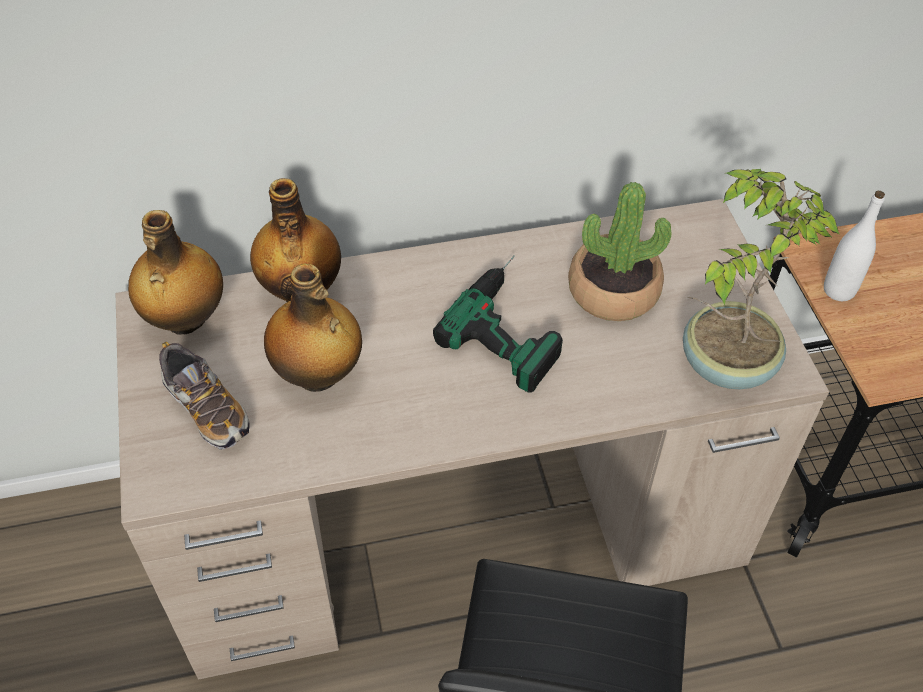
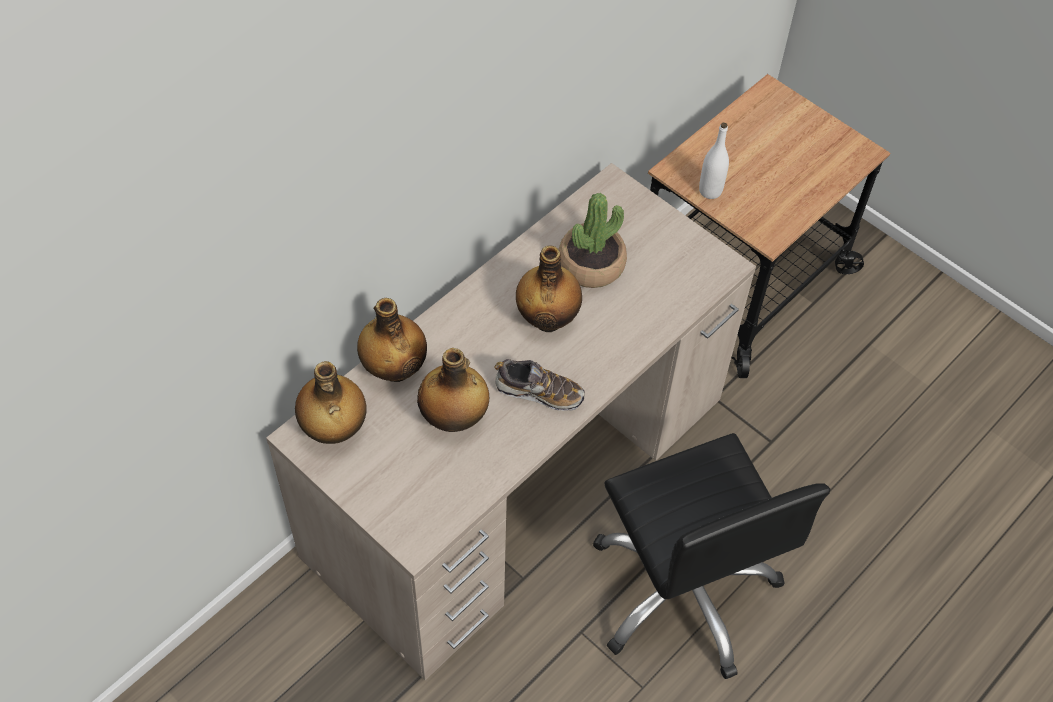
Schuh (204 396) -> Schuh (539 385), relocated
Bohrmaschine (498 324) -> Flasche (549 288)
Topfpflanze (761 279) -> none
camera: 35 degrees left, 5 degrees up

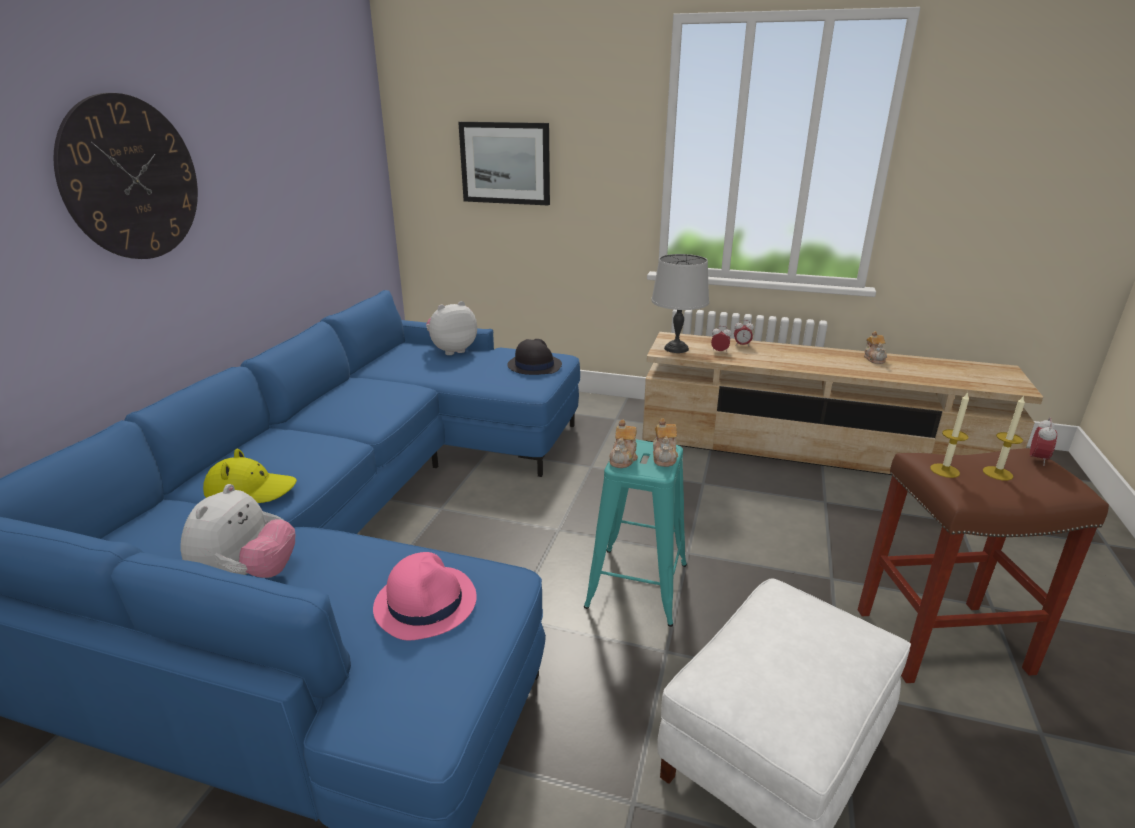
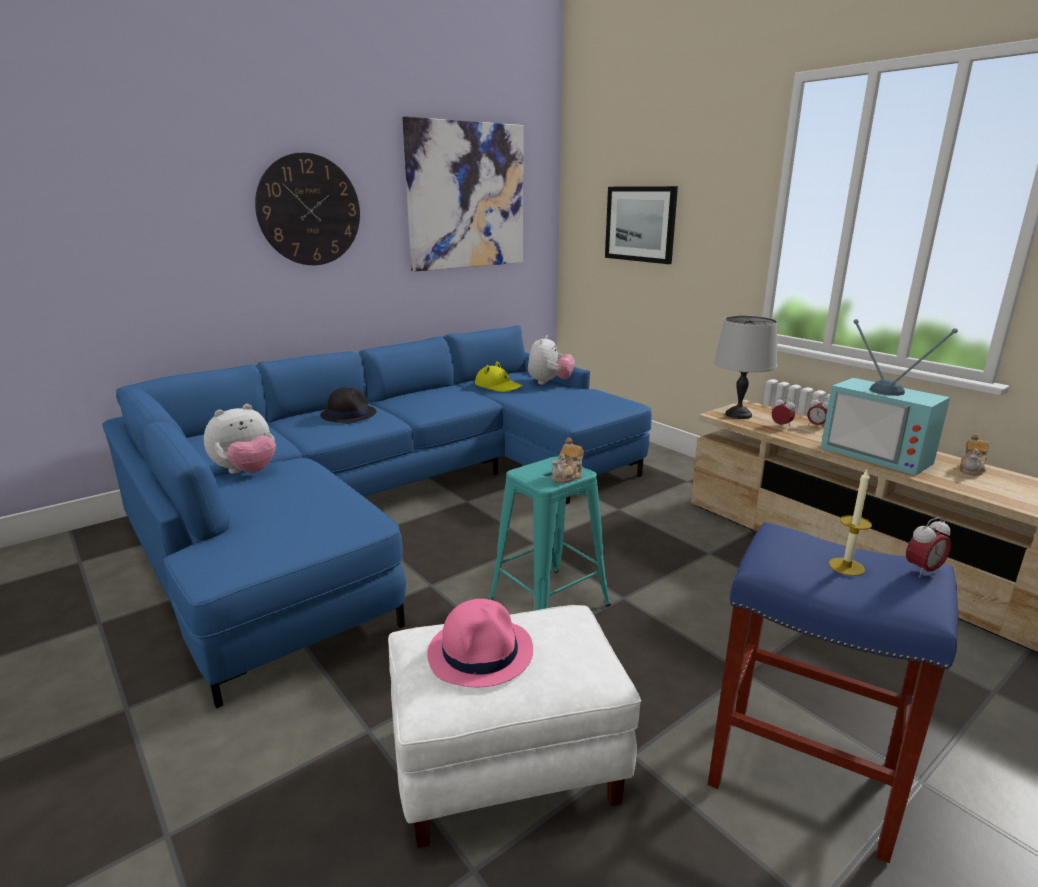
Hut (schwarz) (534 357) -> Hut (schwarz) (348 405), relocated
none -> Bild (462 194)
Hut (rosa) (425 596) -> Hut (rosa) (480 643), relocated
Hut (gelb) (250 476) -> Hut (gelb) (499 376), relocated
Plüschtier (451 328) -> Plüschtier (551 360), 105 degrees clockwise
Hocker (braun) (983 565) -> Hocker (blau) (833 692)
none -> Fernseher (889 397)
Teekanne (623 444) -> none
Kerze (949 435) -> none
camera: 35 degrees right, 5 degrees down

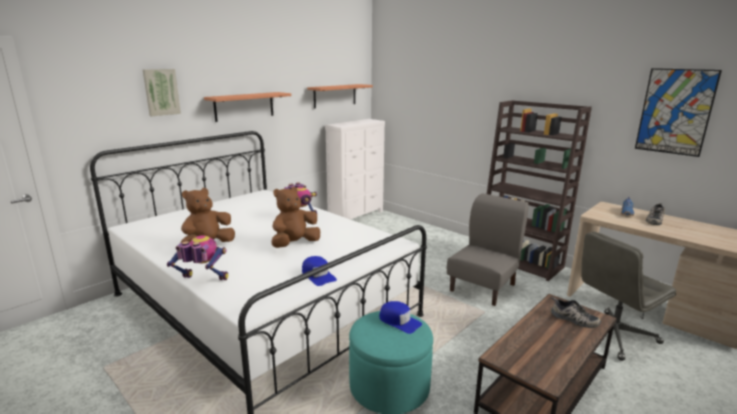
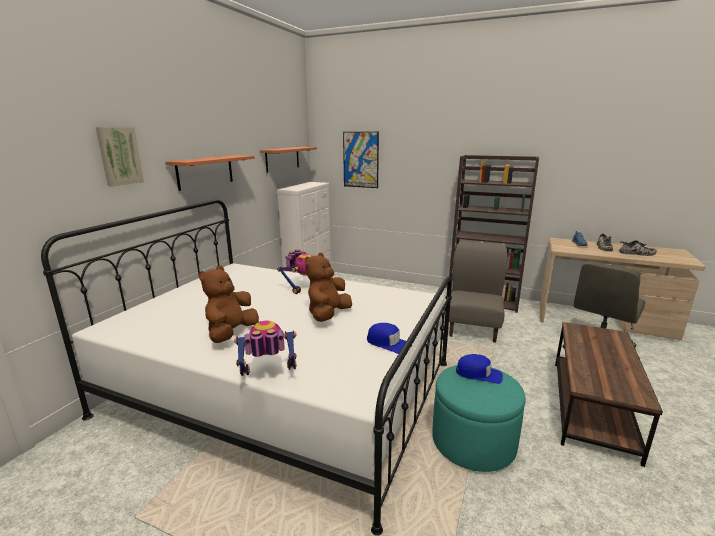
Bild (678 112) -> Bild (361 160), relocated
Schuh (576 312) -> Schuh (638 248), relocated
camera: 20 degrees left, 0 degrees up

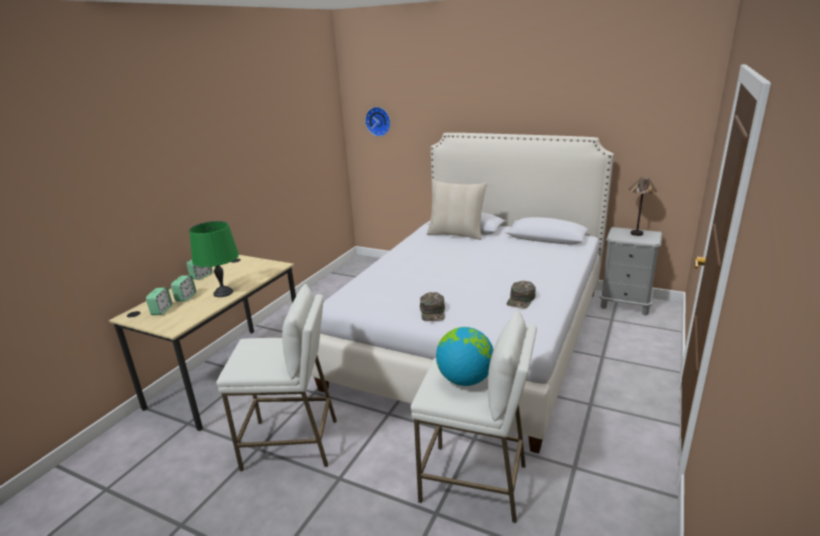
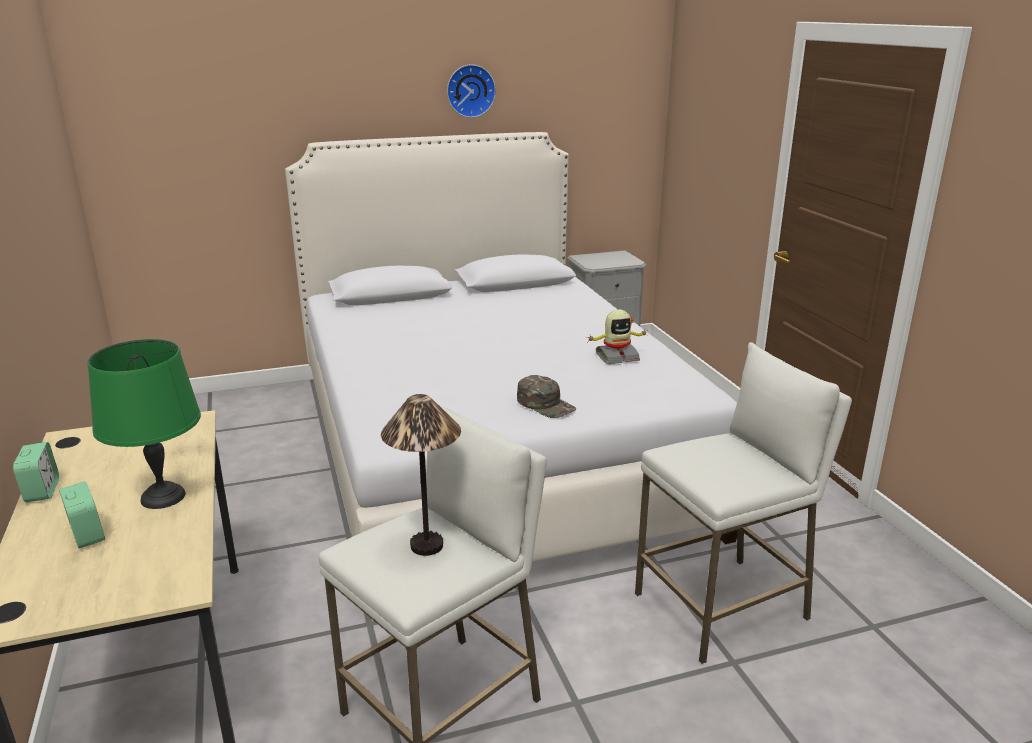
Tischlampe (643 206) -> Tischlampe (421 475), relocated
Wanduhr (378 121) -> Wanduhr (471 91), relocated
Kappe (grün) (521 295) -> Spielzeugroboter (617 336)
Wecker (159 301) -> none
Kissen (beige) (457 210) -> none
Globus (464 356) -> none
camera: 45 degrees left, 0 degrees up

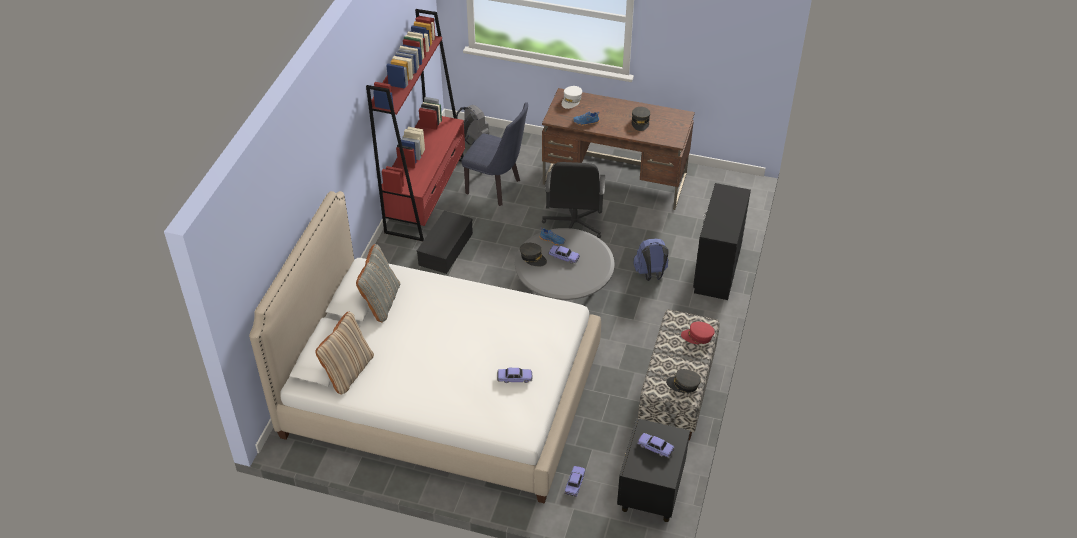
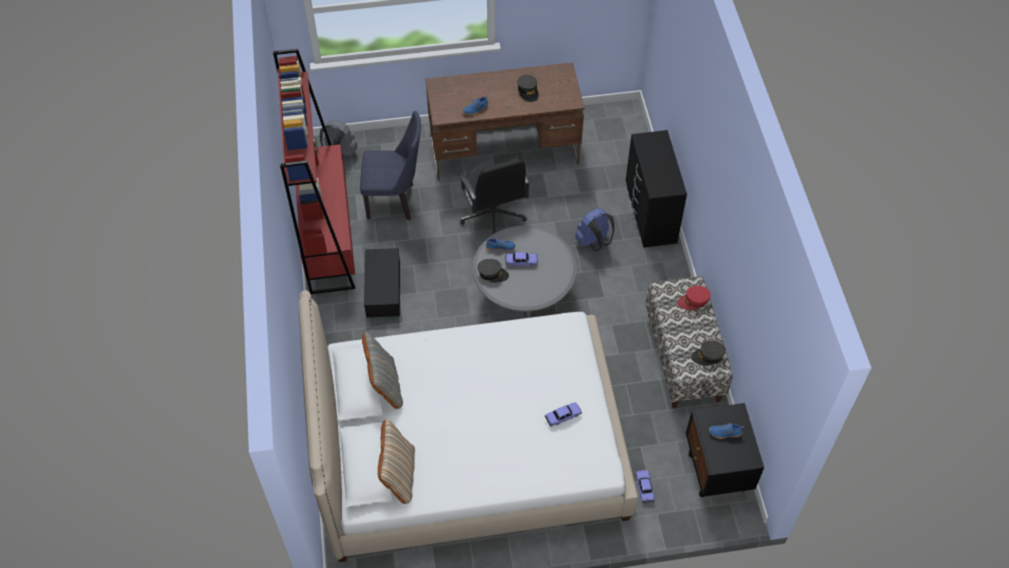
Spielzeugauto (656 445) -> Schuh (blau) (726 431)
Kappe (weiß) (572 97) -> none
camera: 25 degrees left, 10 degrees up

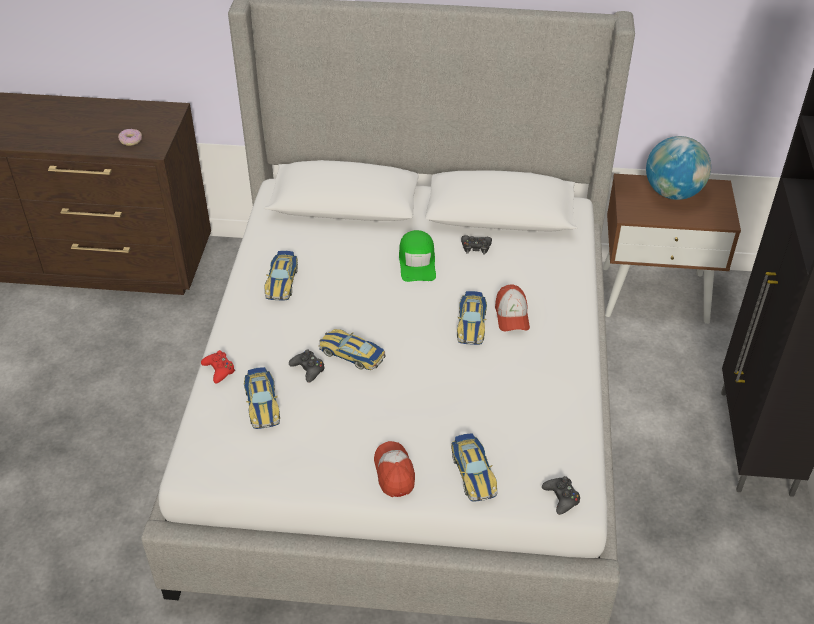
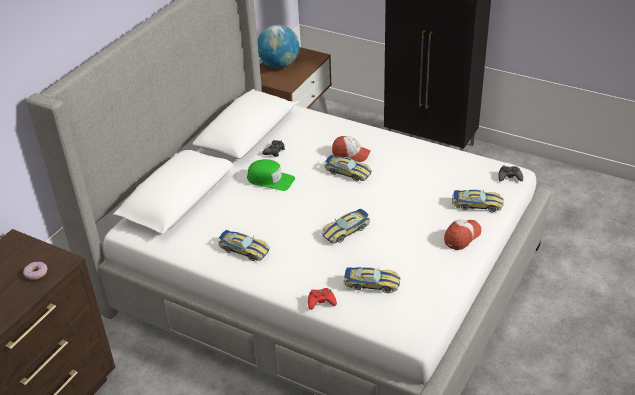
Kappe (394 469) -> Kappe (462 234), 120 degrees clockwise
Gamepad (schwarz) (306 366) -> none
camera: 65 degrees left, 5 degrees down

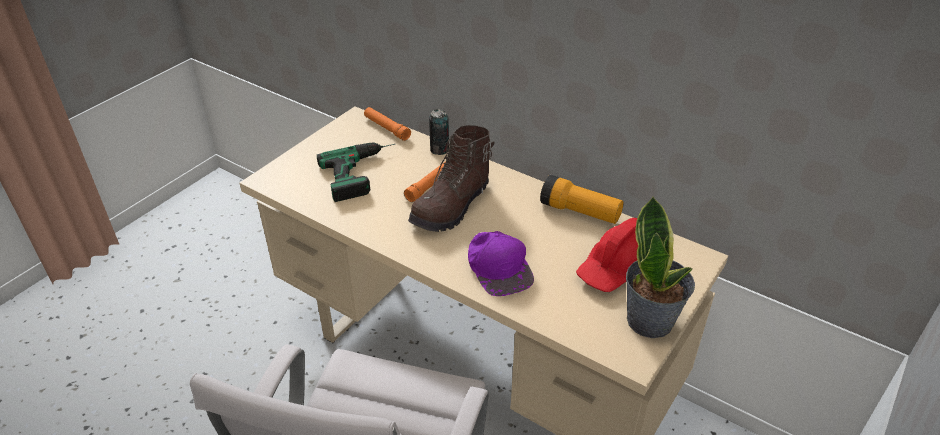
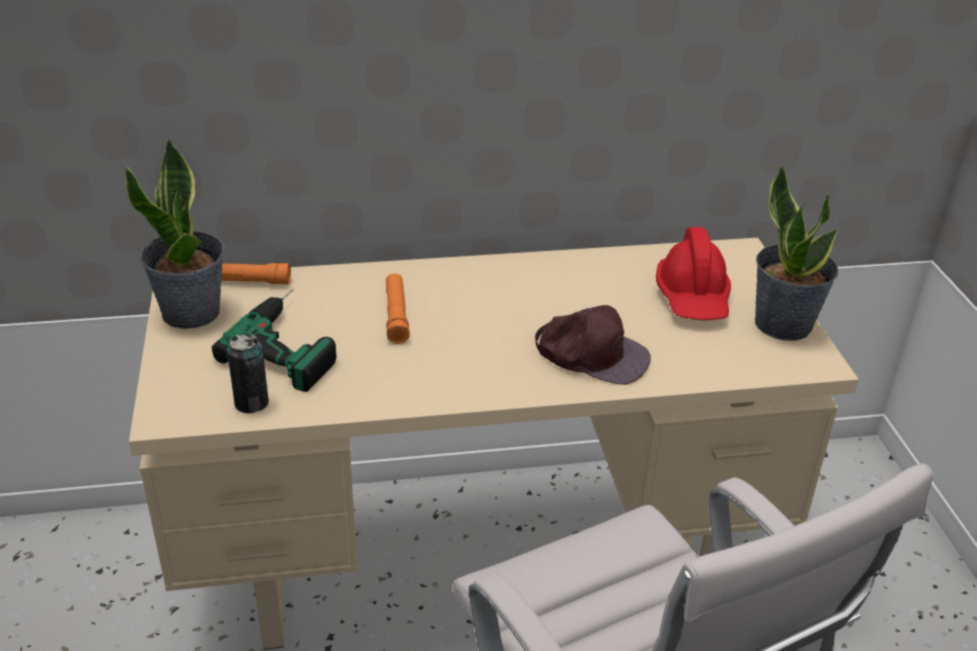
none -> Topfpflanze (174 233)
Dose (439 132) -> Dose (248 374), relocated
Kappe (lila) (501 263) -> Kappe (braun) (593 345)
Stiefel (braun) (451 178) -> none
Taschenlampe (582 199) -> none
camera: 45 degrees left, 5 degrees down

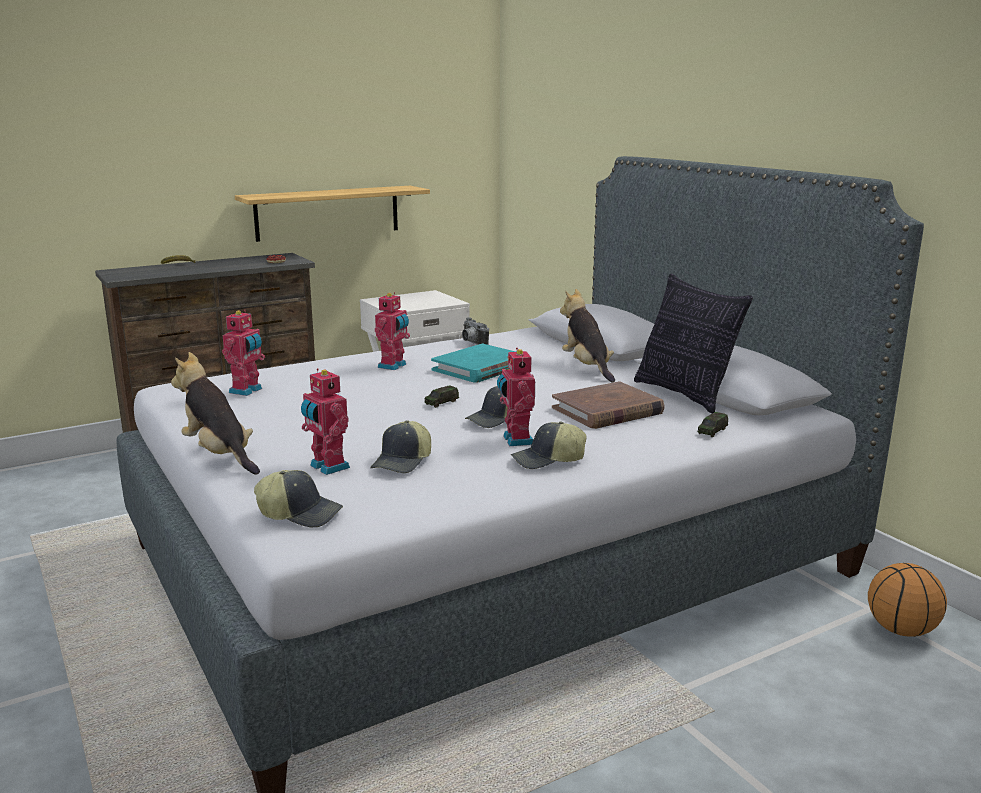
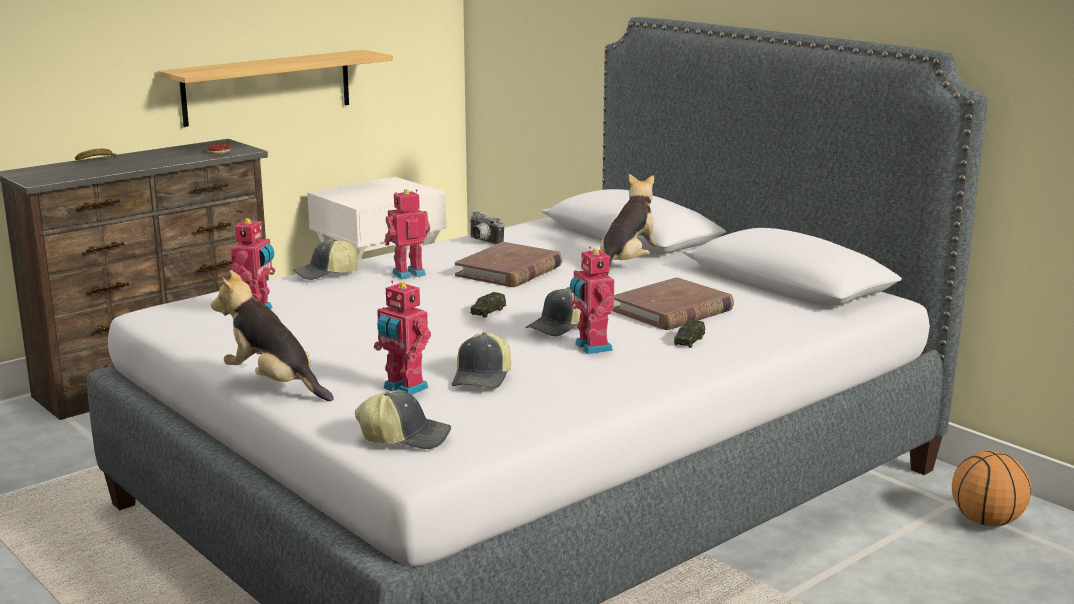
Kappe (549 445) -> Kappe (326 259), relocated
Spielzeugroboter (392 331) -> Spielzeugroboter (407 234), 135 degrees counterclockwise
Buch (türkis) (473 363) -> Buch (braun) (509 264)
Plüschtier (587 335) -> Plüschtier (628 224), 60 degrees clockwise
Spielzeugauto (712 424) -> Spielzeugauto (689 334), relocated
Kissen (693 344) -> none
camera: 10 degrees left, 0 degrees up

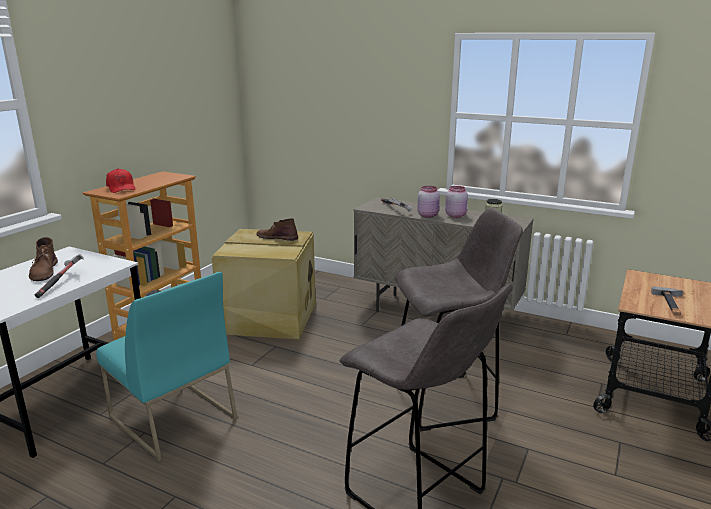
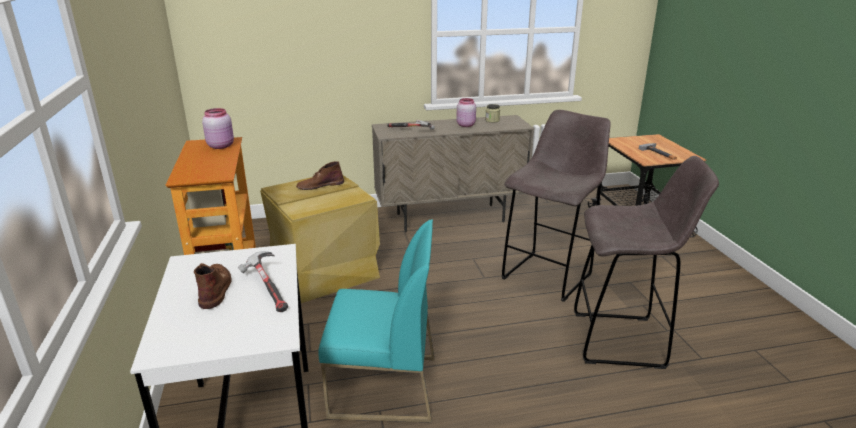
Stiefel (braun) (43 259) -> Stiefel (braun) (212 286), 135 degrees counterclockwise
Vorratsglas (rosa) (428 202) -> Vorratsglas (rosa) (218 128), relocated
Kappe (rot) (121 180) -> none
camera: 40 degrees left, 5 degrees up

